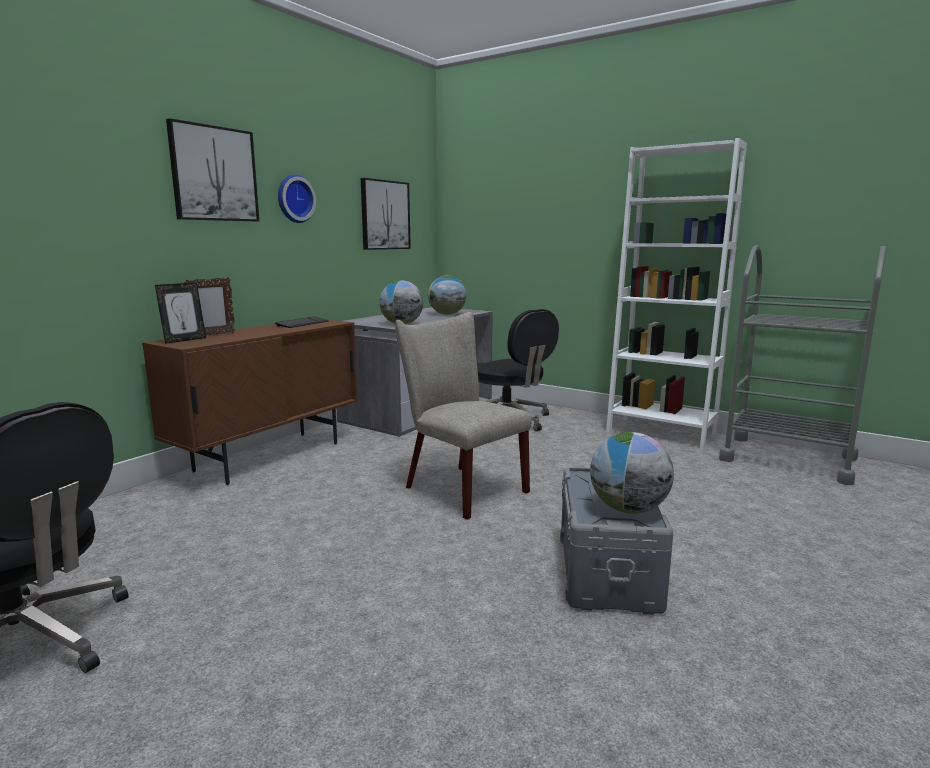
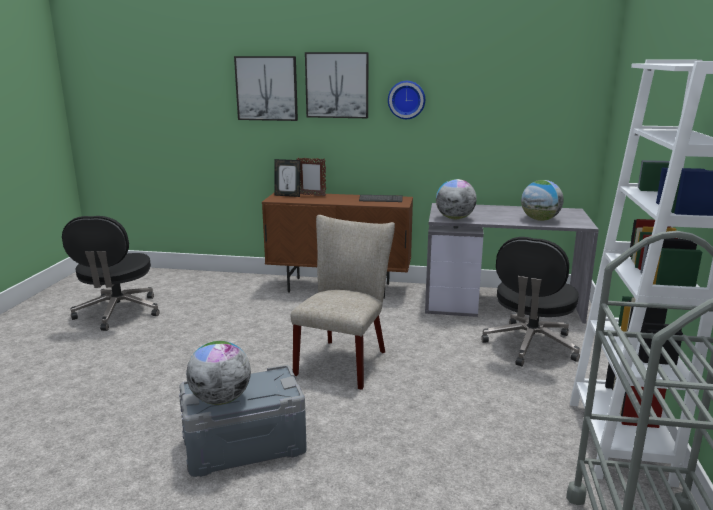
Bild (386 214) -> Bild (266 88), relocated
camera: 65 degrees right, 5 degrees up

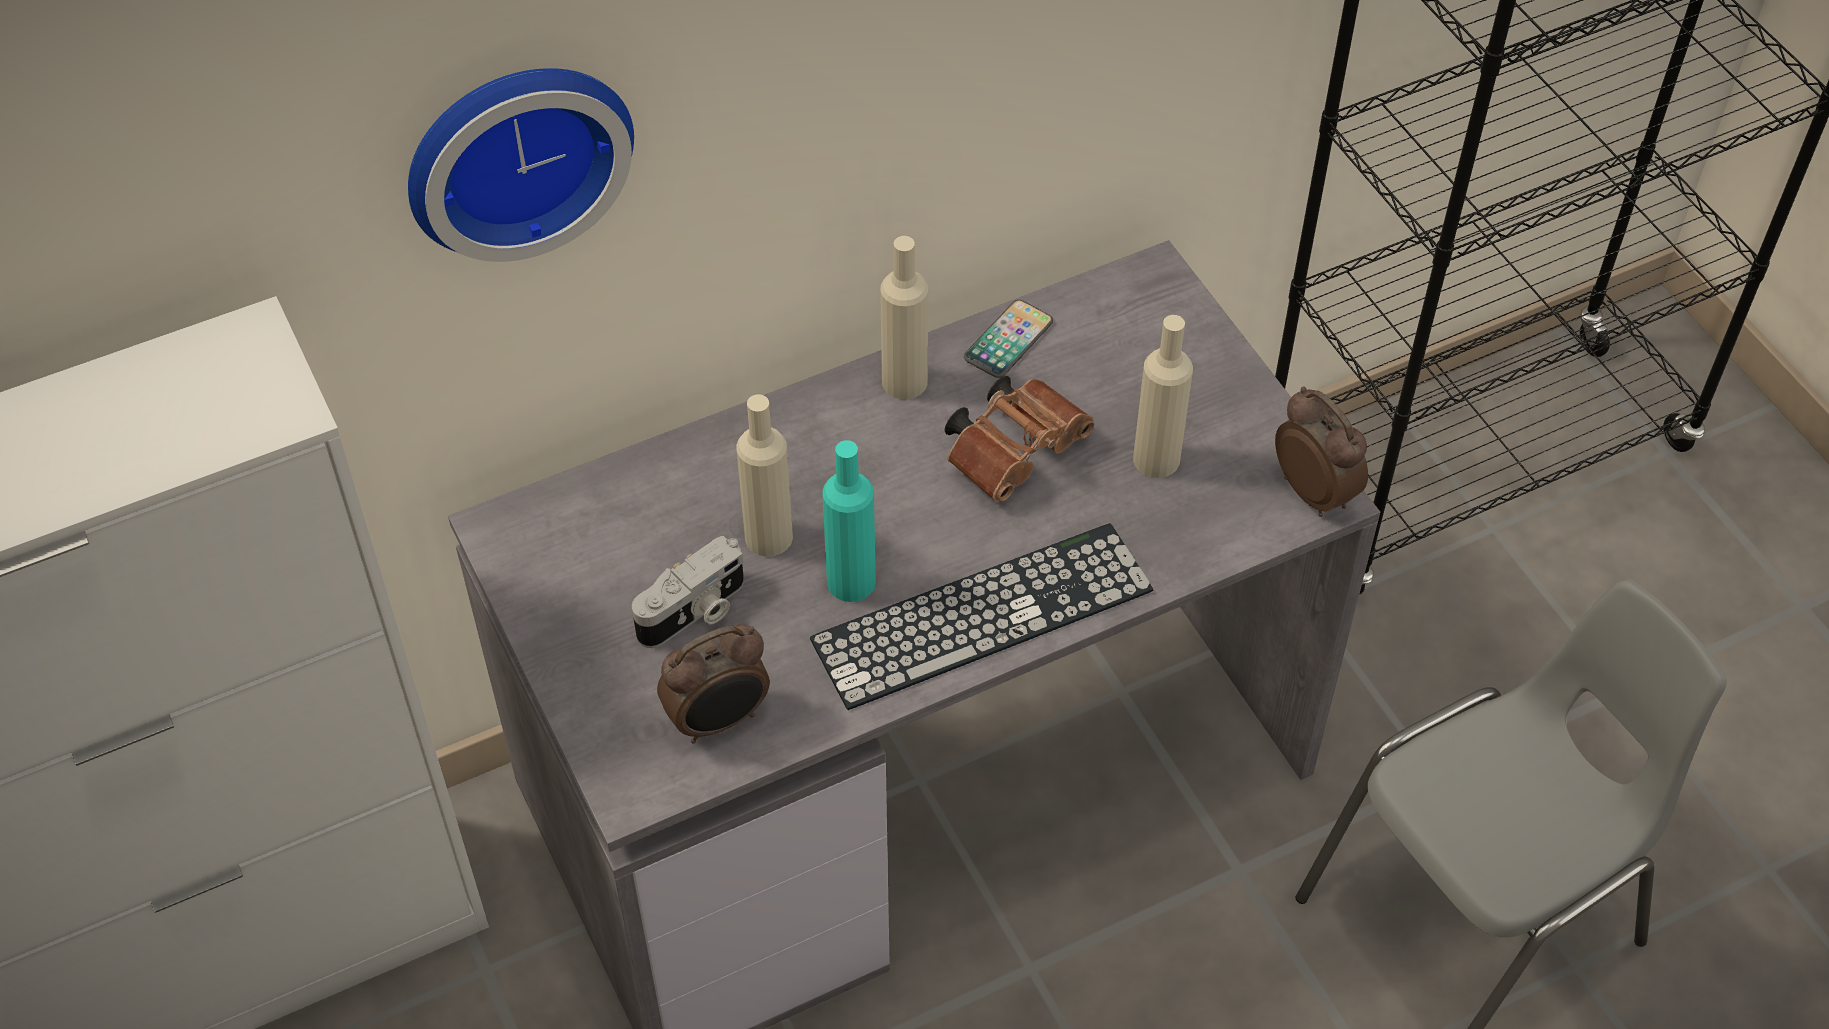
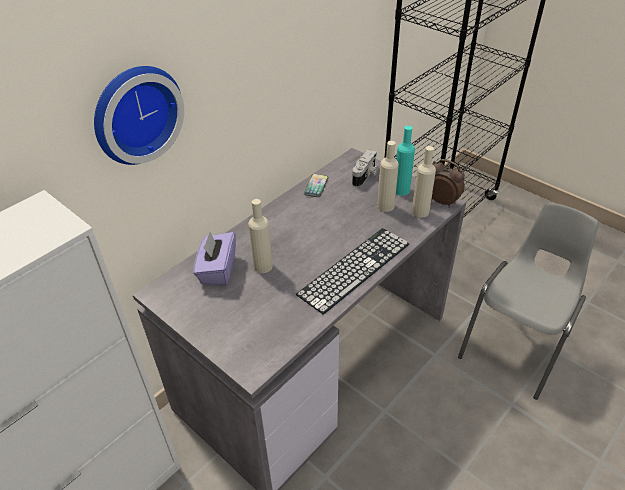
none -> Taschentuchbox (lila) (214 258)
Kamera (688 592) -> Kamera (365 168), relocated
Flasche (türkis) (849 521) -> Flasche (türkis) (405 161), relocated
Flasche (beige) (904 317) -> Flasche (beige) (424 182), relocated
Wecker (713 684) -> none
Fernglas (braun) (1019 439) -> none
camera: 20 degrees left, 10 degrees down

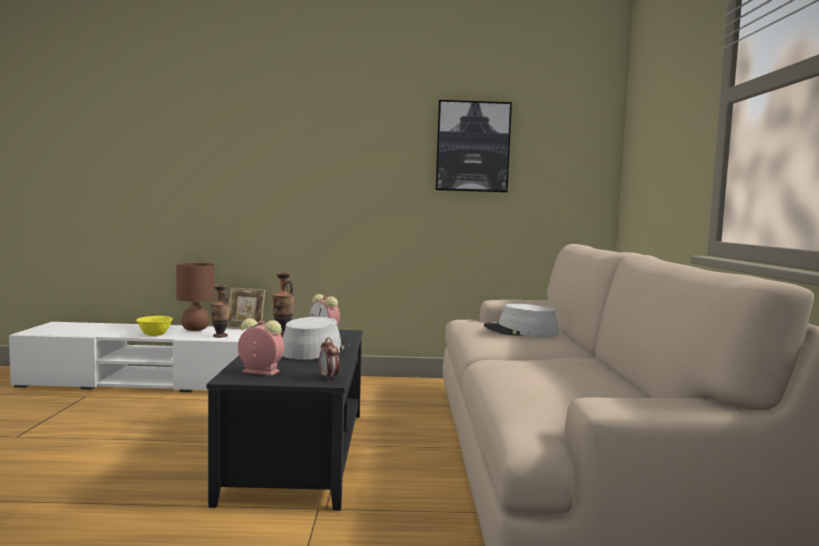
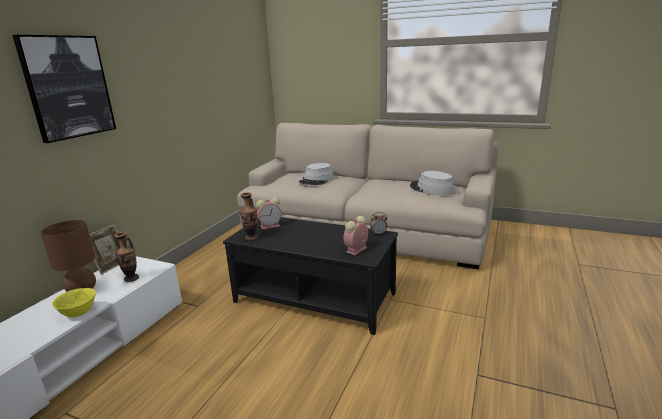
Bild (473 146) -> Bild (64 89), relocated
Hut (grau) (316 338) -> Hut (grau) (432 183), relocated
camera: 65 degrees left, 15 degrees up

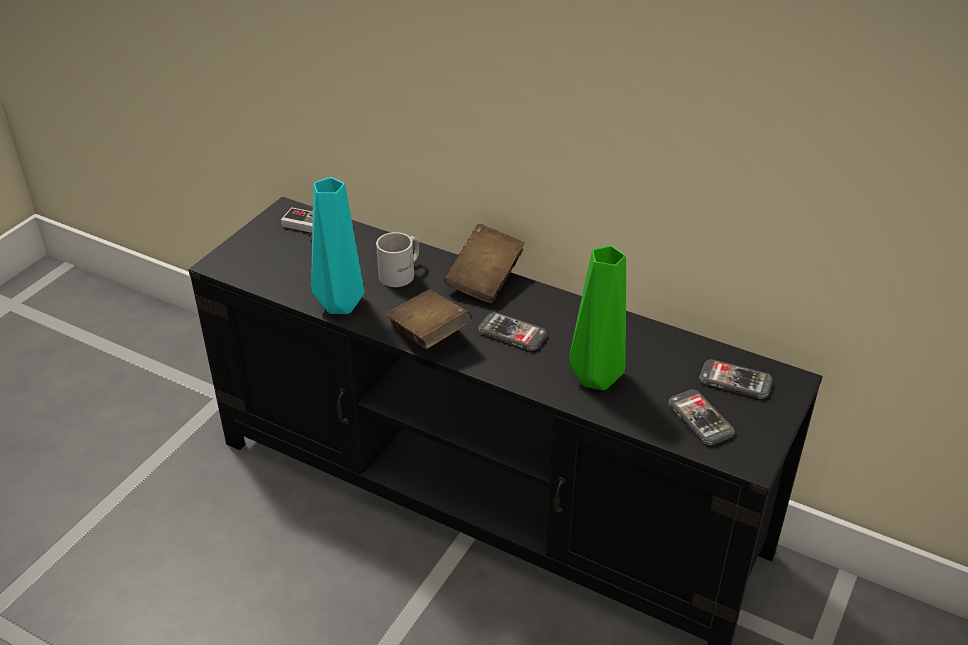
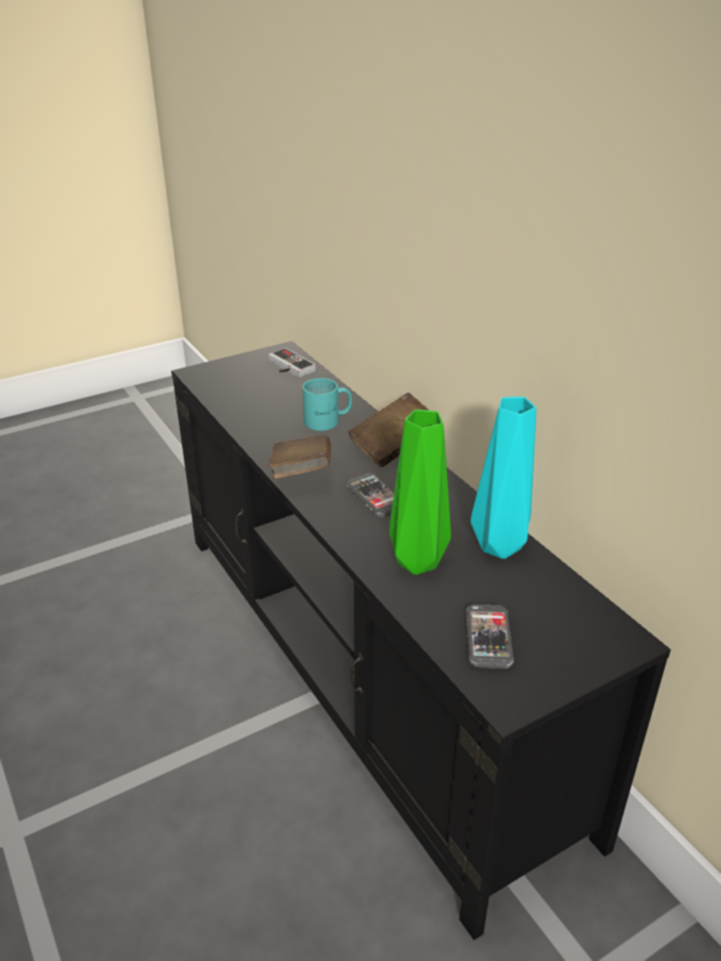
Henkelbecher (weiß) (398 259) -> Henkelbecher (türkis) (327 404)
Vase (türkis) (337 245) -> Vase (türkis) (503 478), relocated
Handy (736 379) -> none
camera: 30 degrees right, 5 degrees down

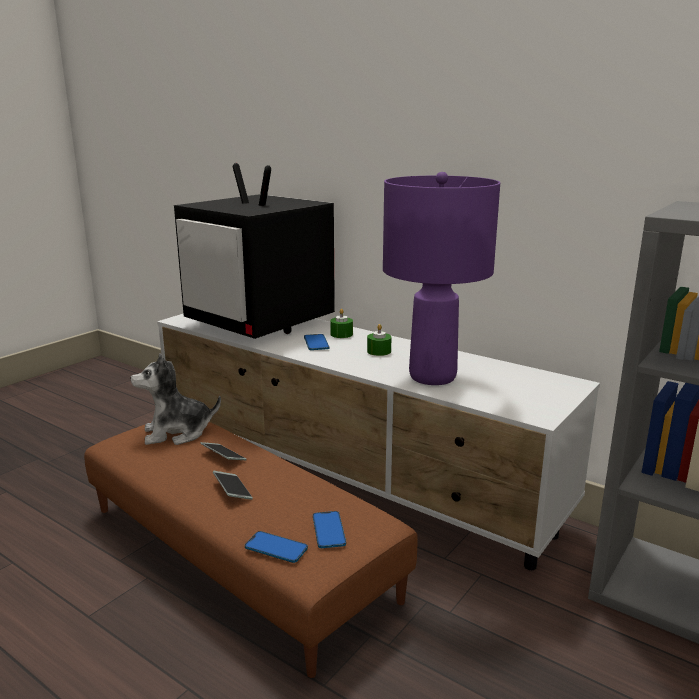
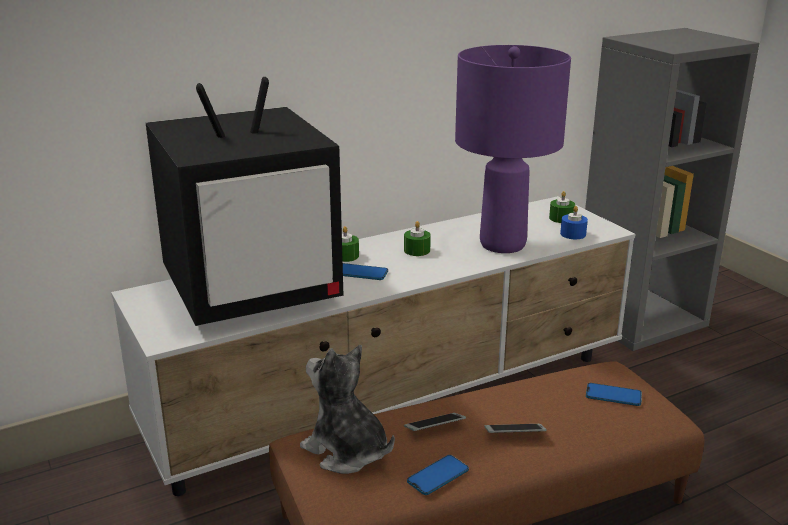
Plüschtier (175 399) -> Plüschtier (347 409), 120 degrees clockwise
Handy (276 547) -> Handy (438 475), relocated
none -> Kerze (grün) (562 207)
none -> Kerze (blau) (574 222)
camera: 65 degrees left, 5 degrees up

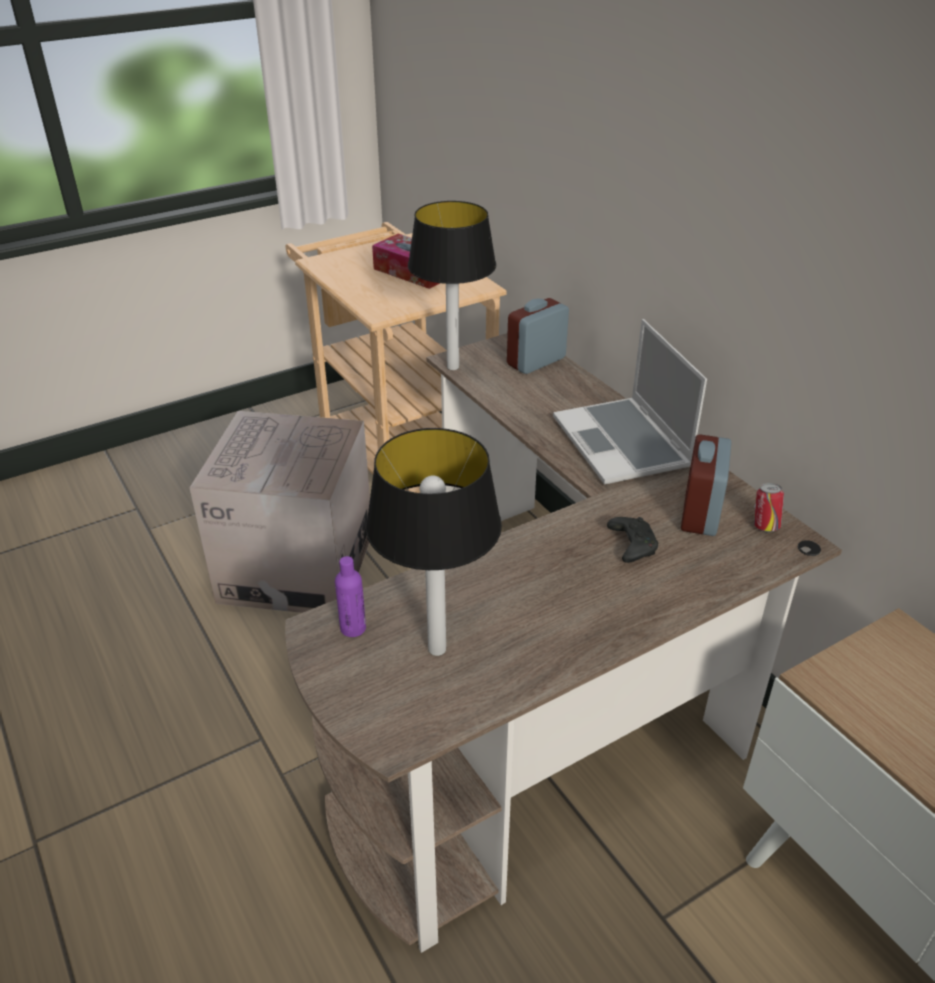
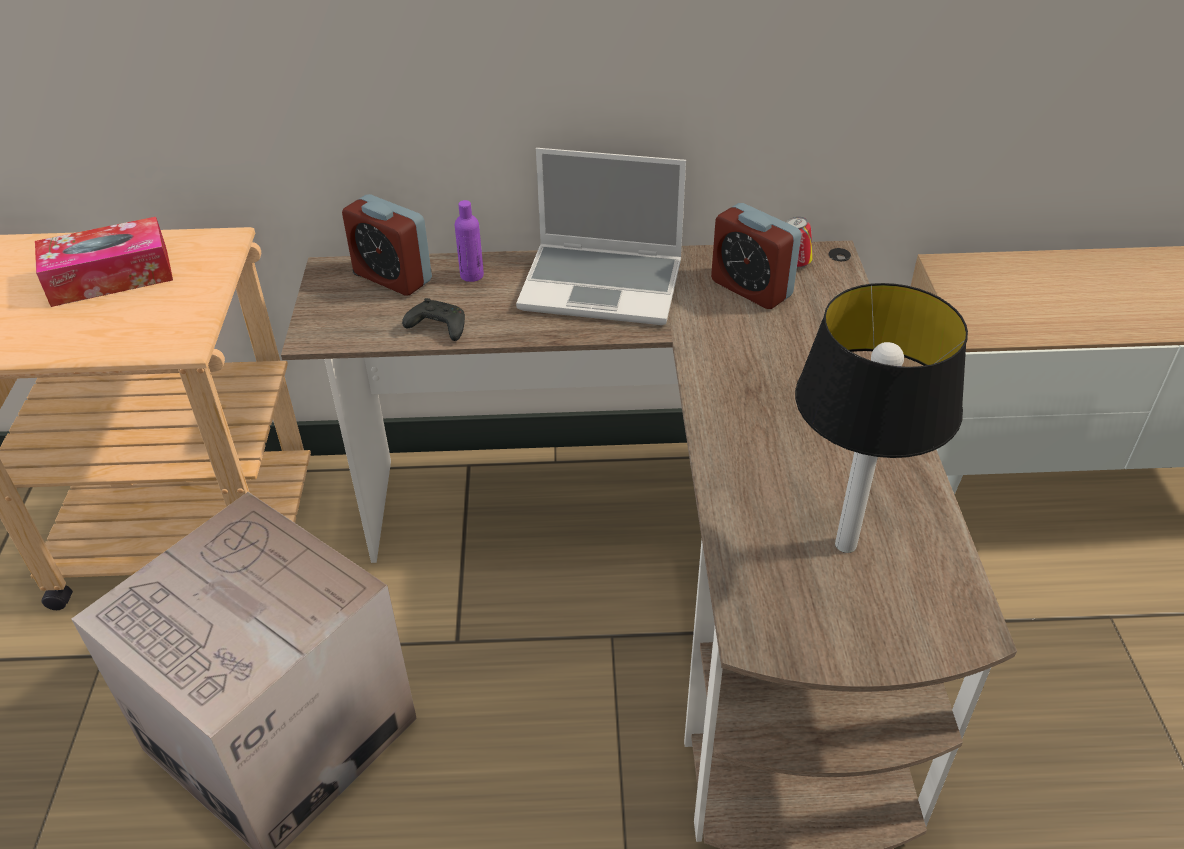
Wecker (538 336) -> Wecker (387 245), 45 degrees counterclockwise
Gamepad (schwarz) (632 540) -> Gamepad (schwarz) (433 319), relocated
Flasche (lila) (350 596) -> Flasche (lila) (469 241), relocated
Tischlampe (452 285) -> none
camera: 60 degrees left, 5 degrees up

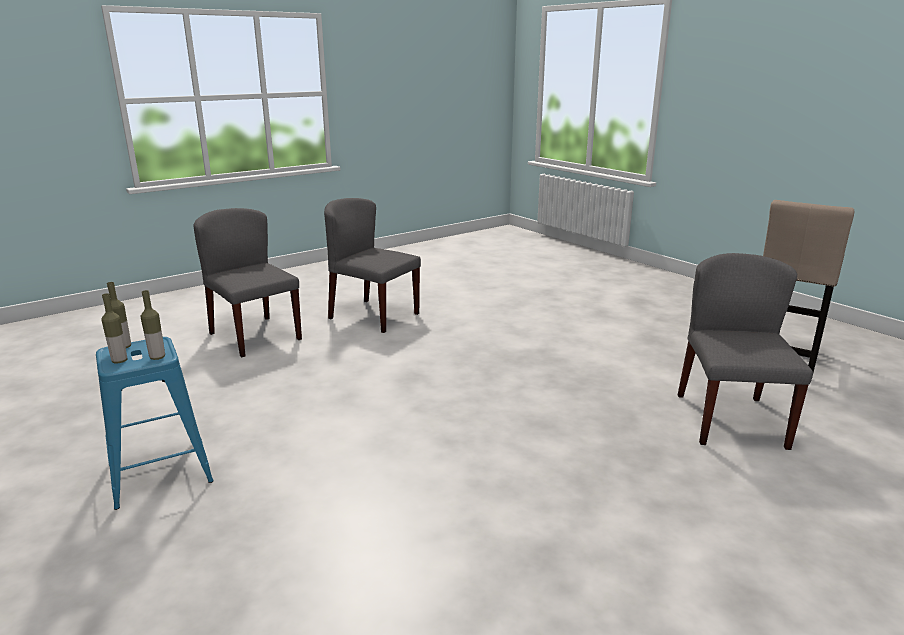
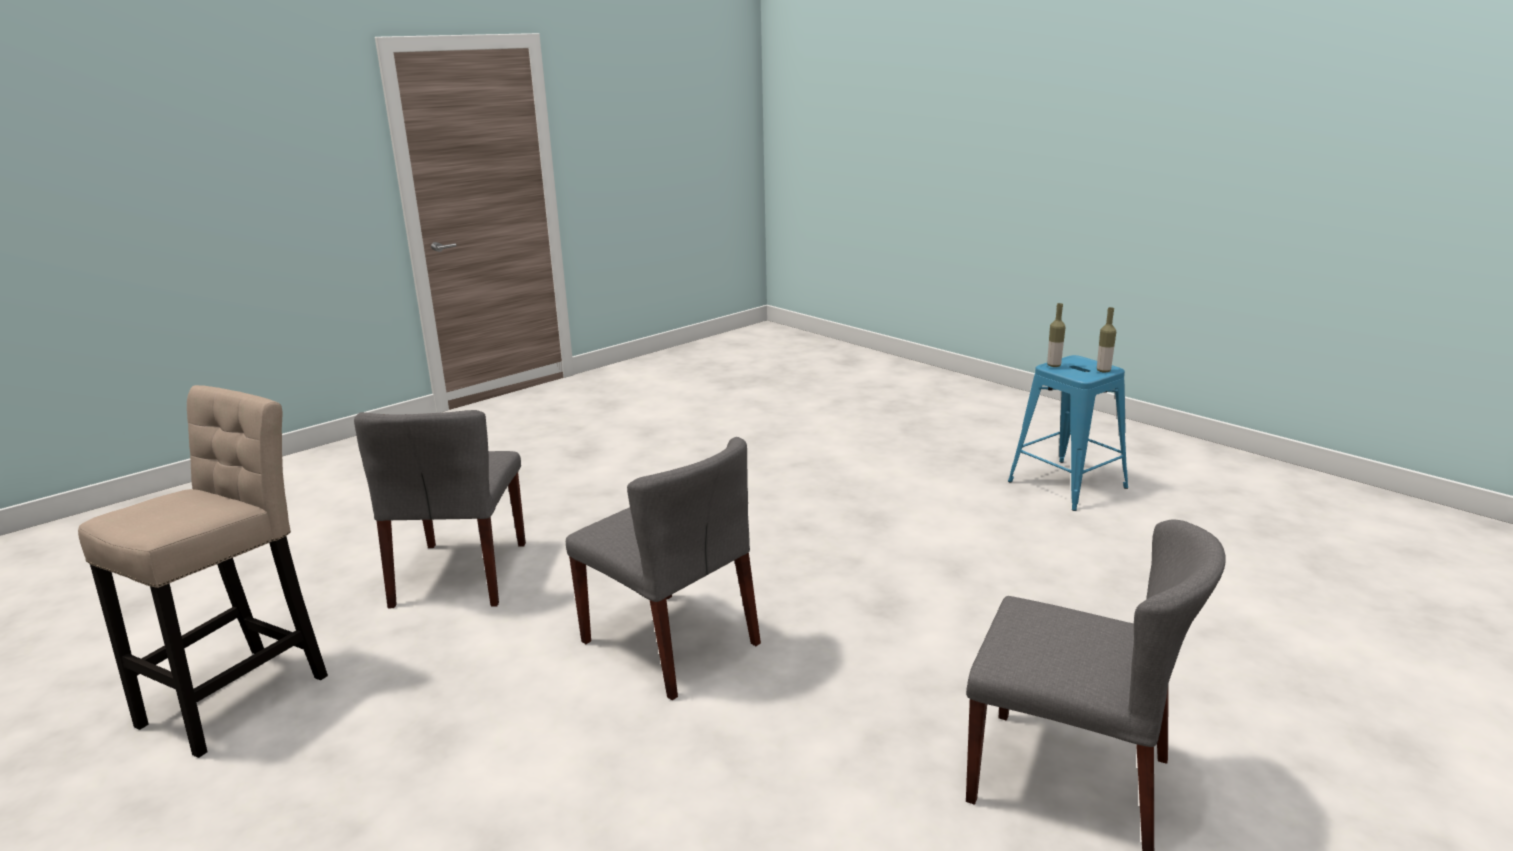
Stuhl (grau) (248 282) -> Stuhl (grau) (663 568), relocated
Flasche (114 328) -> none
camera: 175 degrees right, 0 degrees up

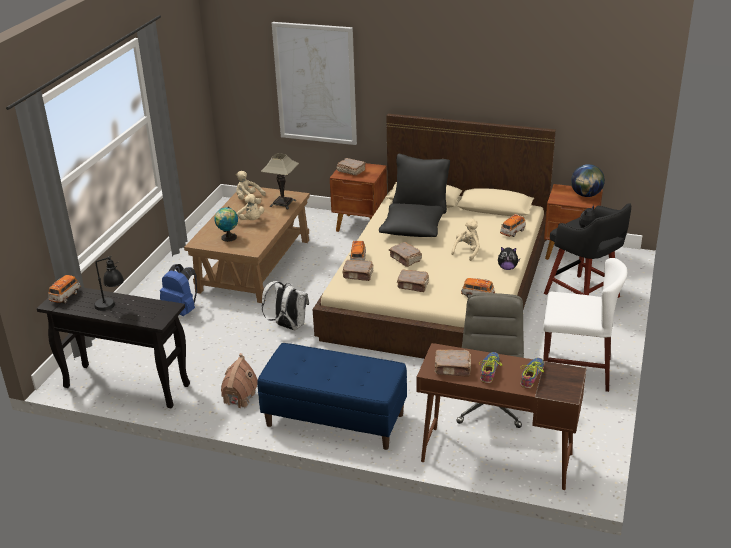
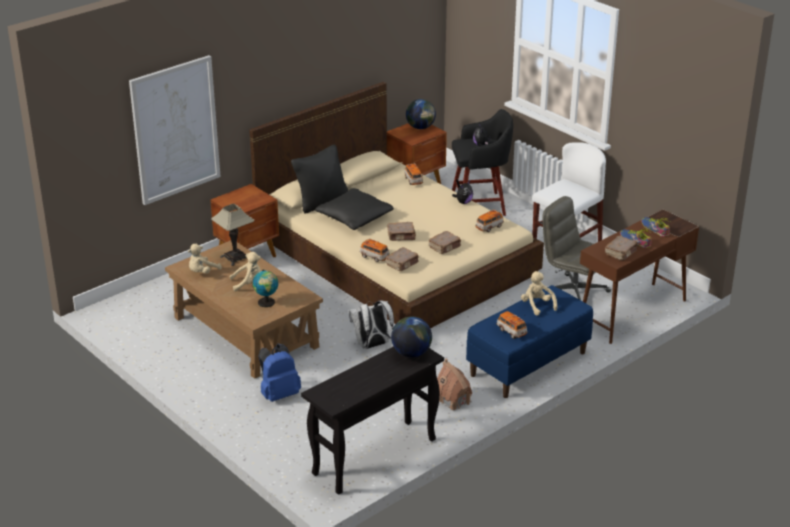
none -> Globus (411 337)
Spielzeugauto (64 289) -> Spielzeugauto (511 325), relocated
Plüschtier (beige) (465 240) -> Plüschtier (beige) (539 293), relocated
Tischlampe (schwarz) (109 283) -> none
Buch (braun) (351 167) -> none
camera: 60 degrees left, 0 degrees up

